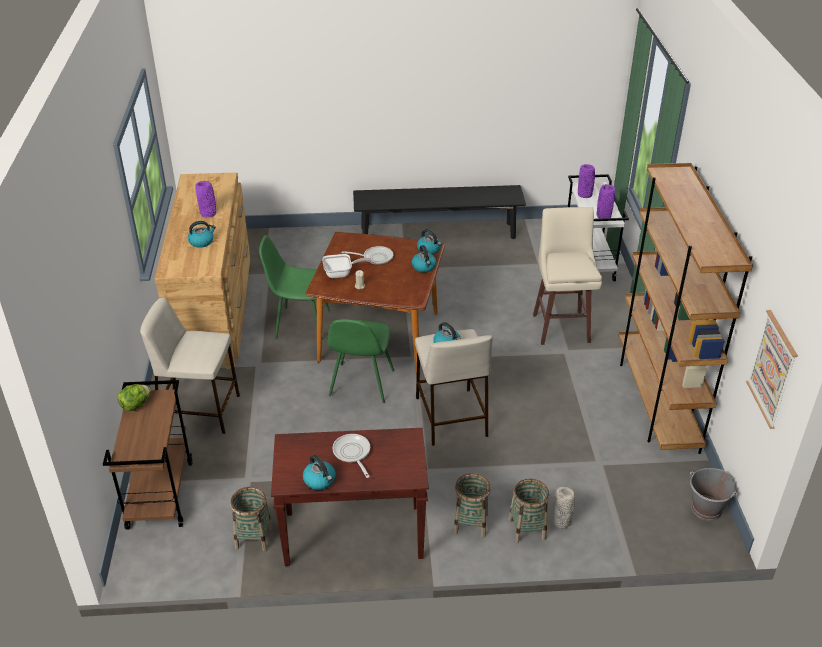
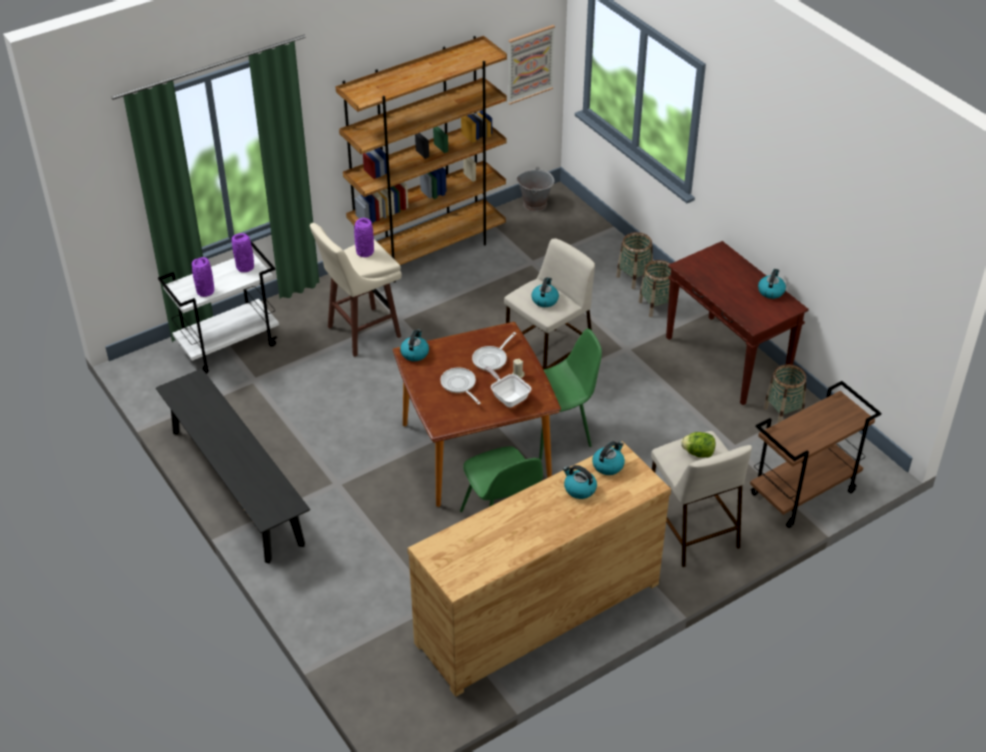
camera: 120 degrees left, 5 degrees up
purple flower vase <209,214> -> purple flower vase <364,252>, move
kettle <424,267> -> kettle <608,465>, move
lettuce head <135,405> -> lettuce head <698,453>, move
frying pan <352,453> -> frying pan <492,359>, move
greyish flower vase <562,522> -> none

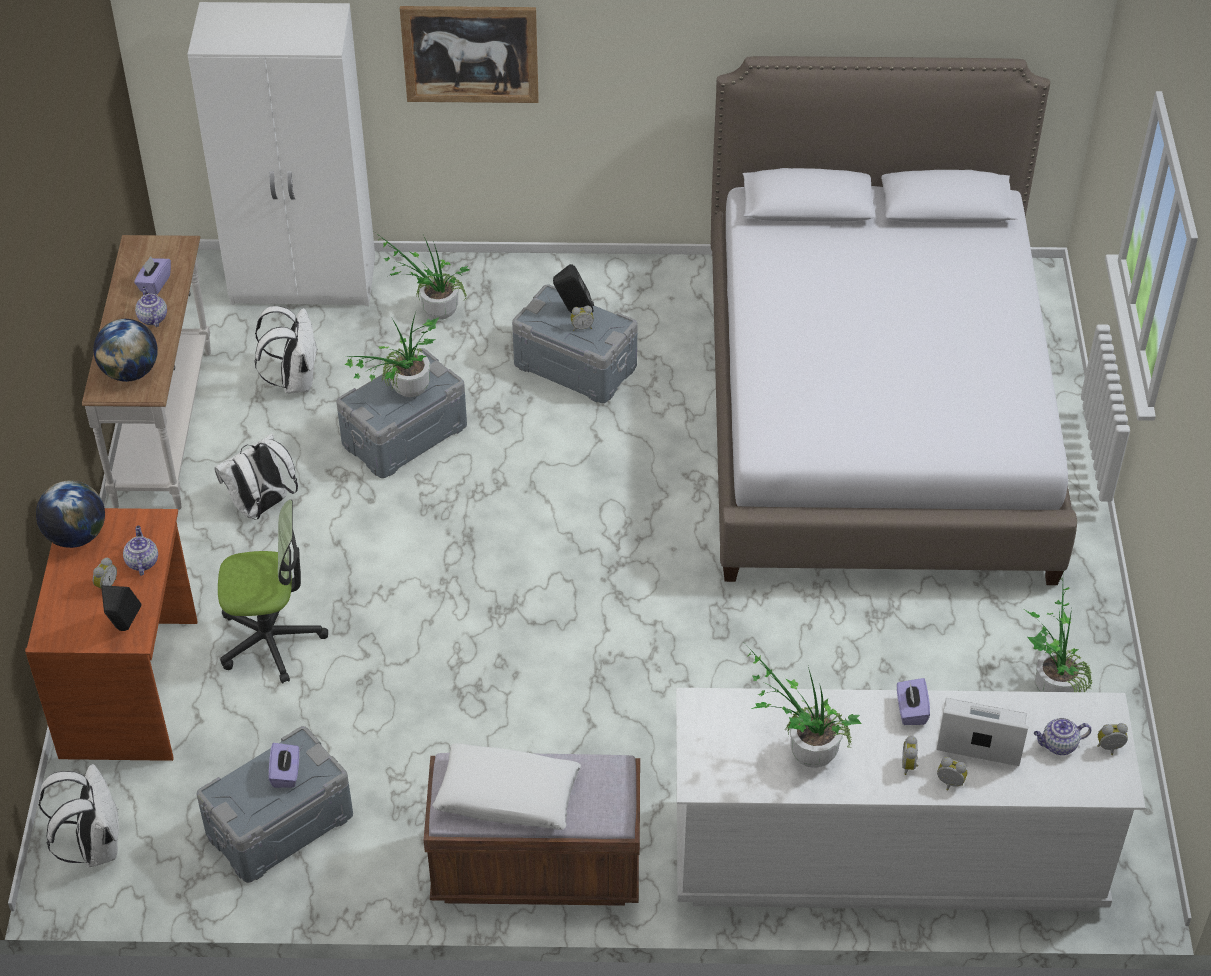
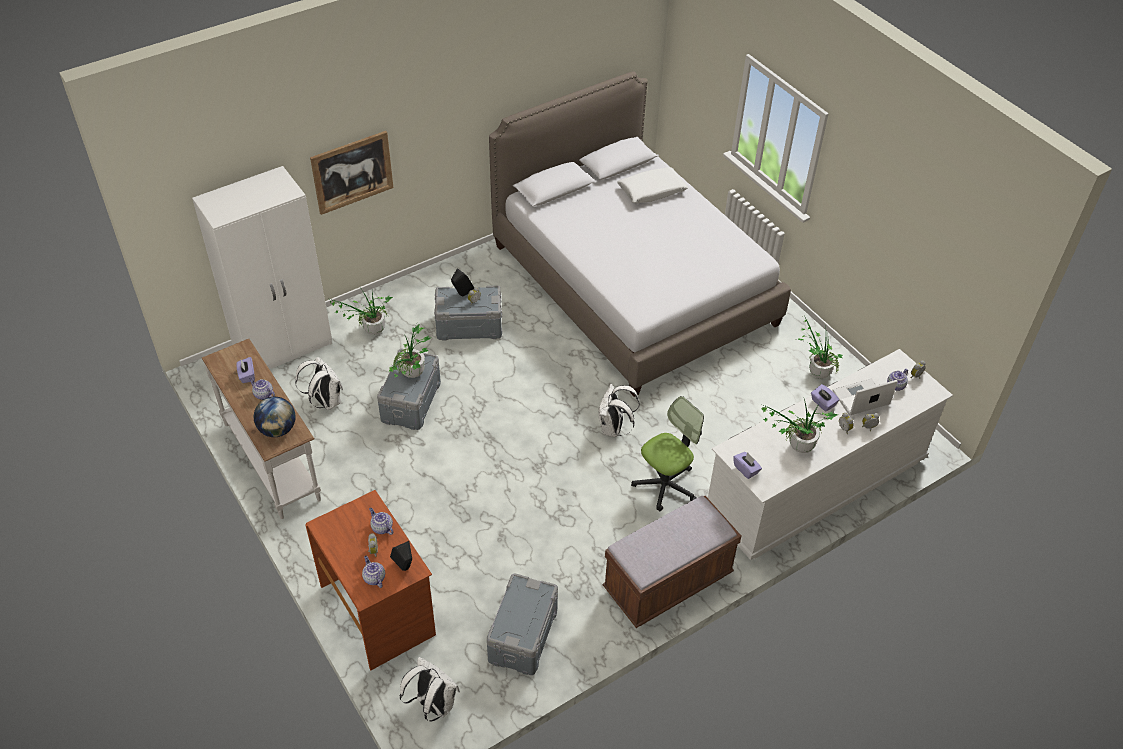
camera: 35 degrees left, 0 degrees up
whitish backpack <262,507> -> whitish backpack <613,429>, move
world globe <76,536> -> none
computer chair <271,639> -> computer chair <665,485>, move
purple tissue holder <286,773> -> purple tissue holder <746,469>, move
whitish pillow <507,796> -> whitish pillow <652,191>, move
none -> tea pot <374,578>

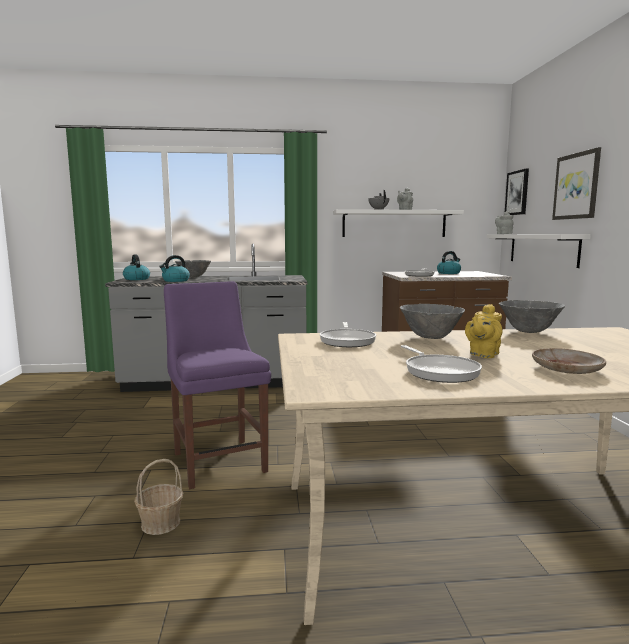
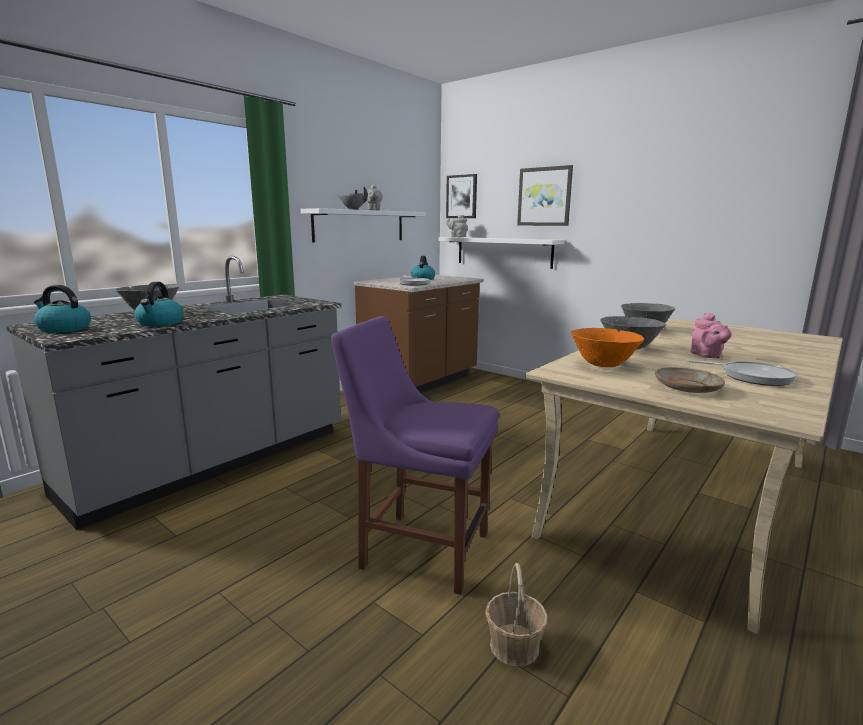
camera: 45 degrees left, 5 degrees up
yellowish tea pot <483,355> -> pink-coloured tea pot <707,356>
frying pan <347,341> -> orange-coloured deep dish <603,366>
beige-coloured dinner plate <567,369> -> beige-coloured dinner plate <687,388>, move

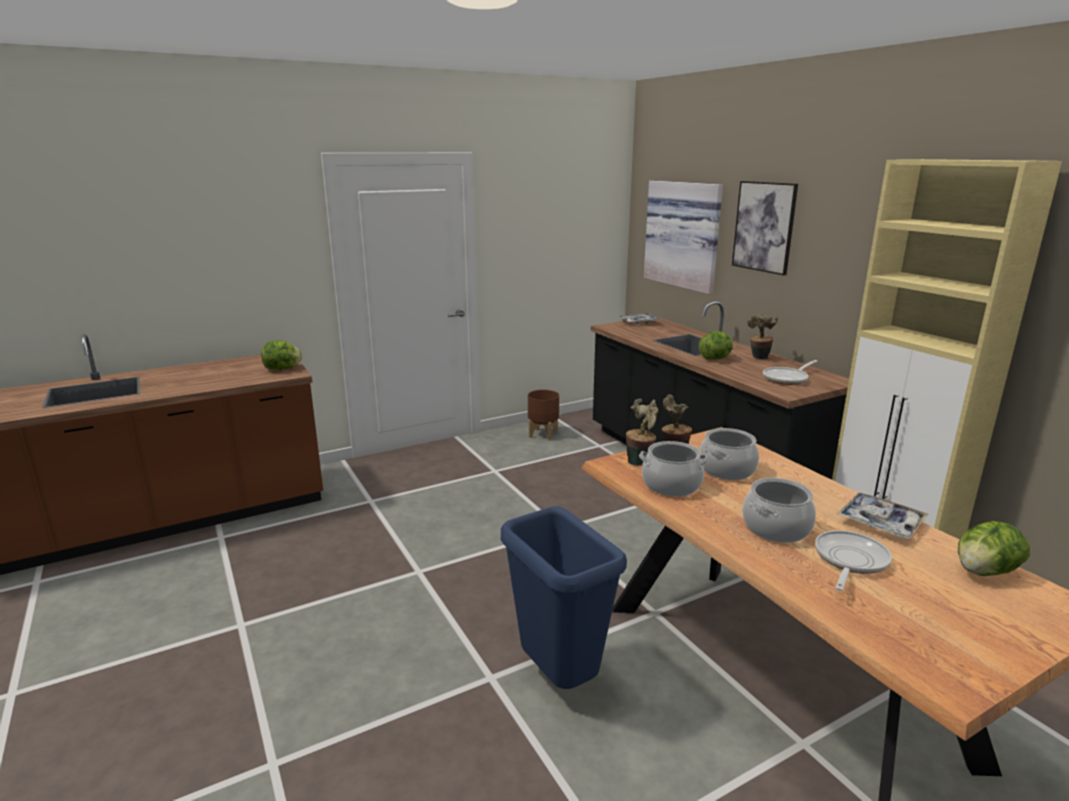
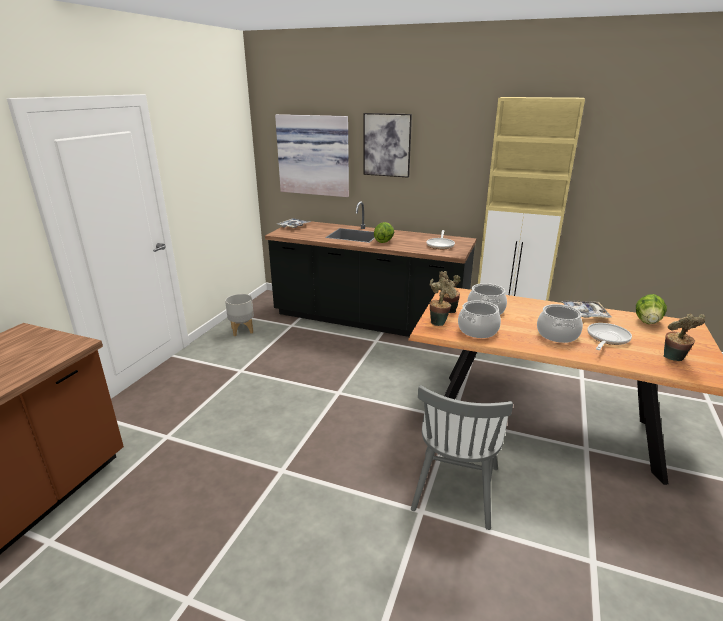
camera: 40 degrees left, 5 degrees up
houseplant <758,358> -> houseplant <674,359>, move
lettuce head <282,369> -> none
brown plant pot <543,434> -> greyish plant pot <242,330>
blue rubbish bin <557,679> -> greyish chair <455,487>
frying pan <849,561> -> frying pan <606,339>, 45 degrees clockwise

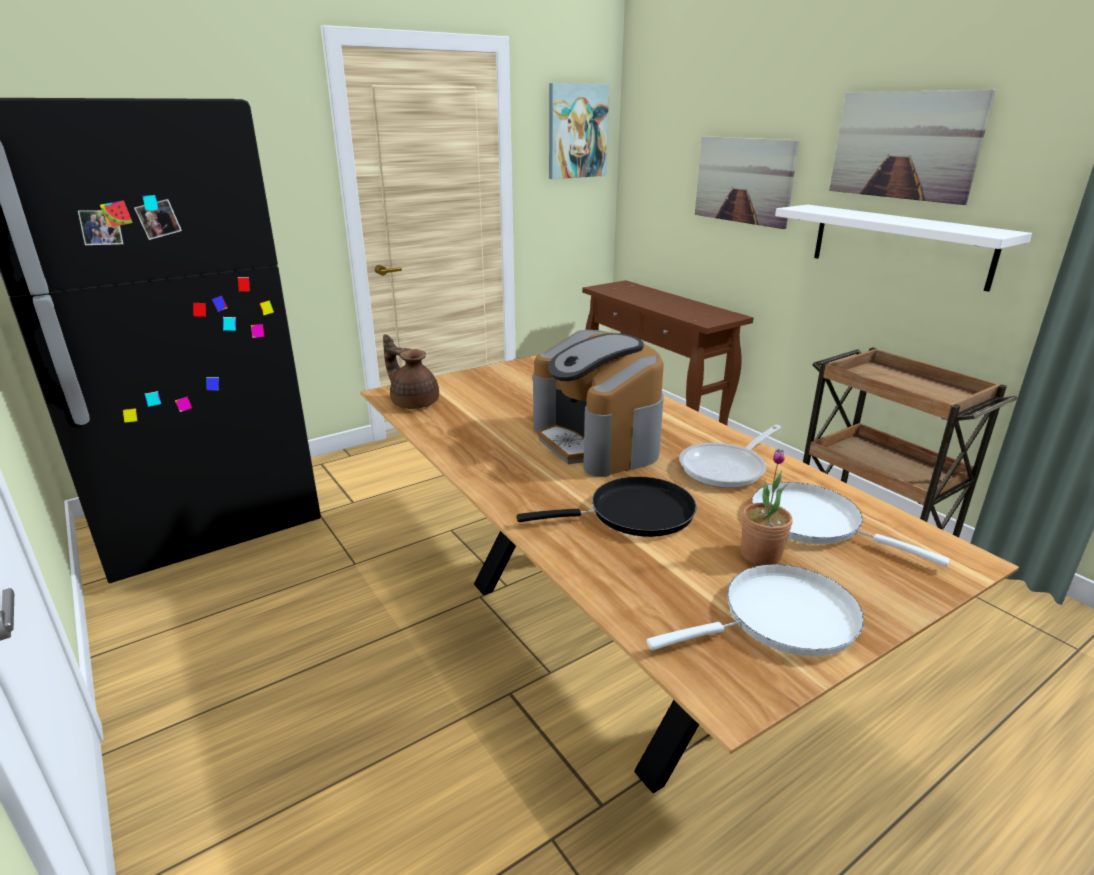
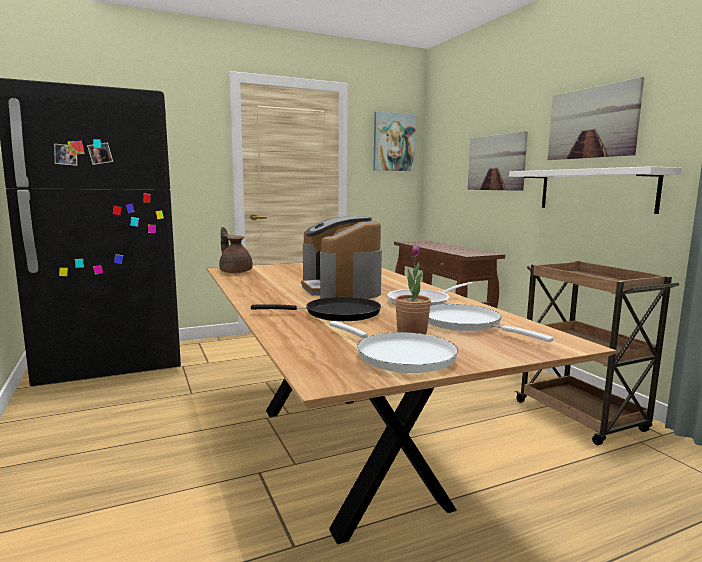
camera: 10 degrees right, 15 degrees down
whitish frying pan <781,619> -> whitish frying pan <399,356>, 60 degrees clockwise

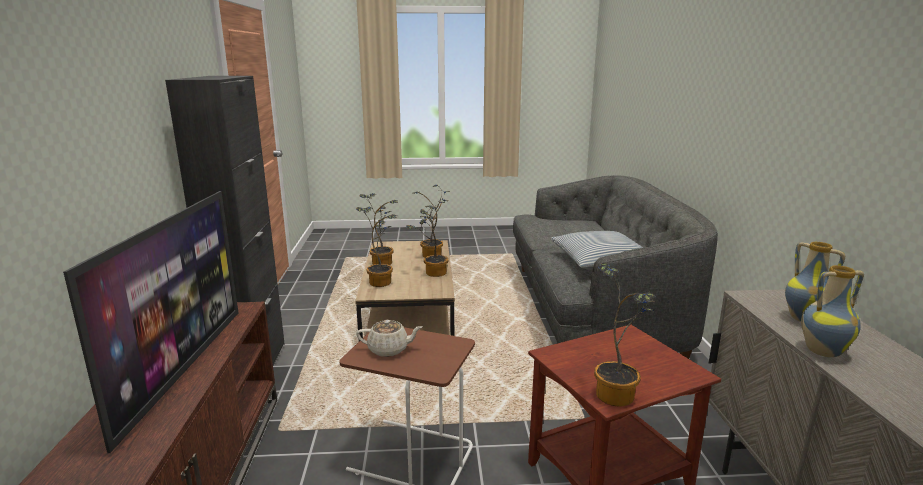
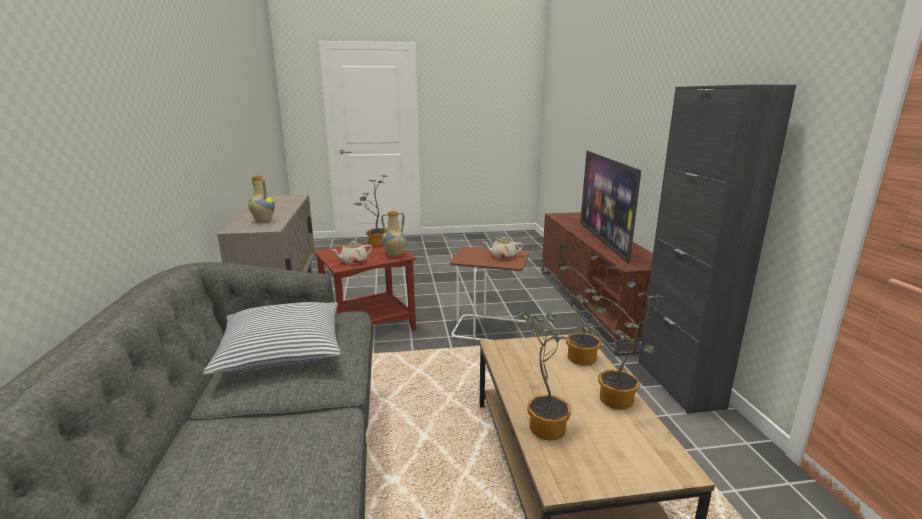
camera: 175 degrees right, 0 degrees up
houseplant <432,273> -> none
flower vase <822,351> -> flower vase <394,255>, move
none -> beige-coloured tea pot <353,261>

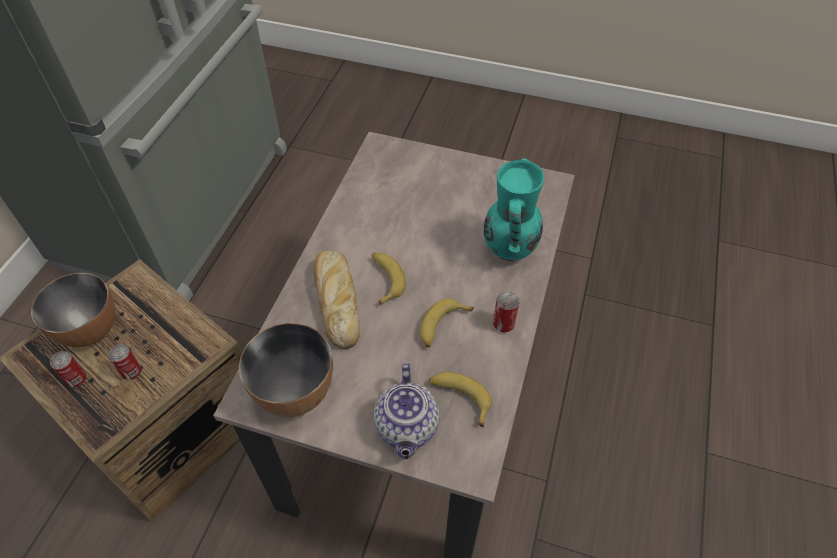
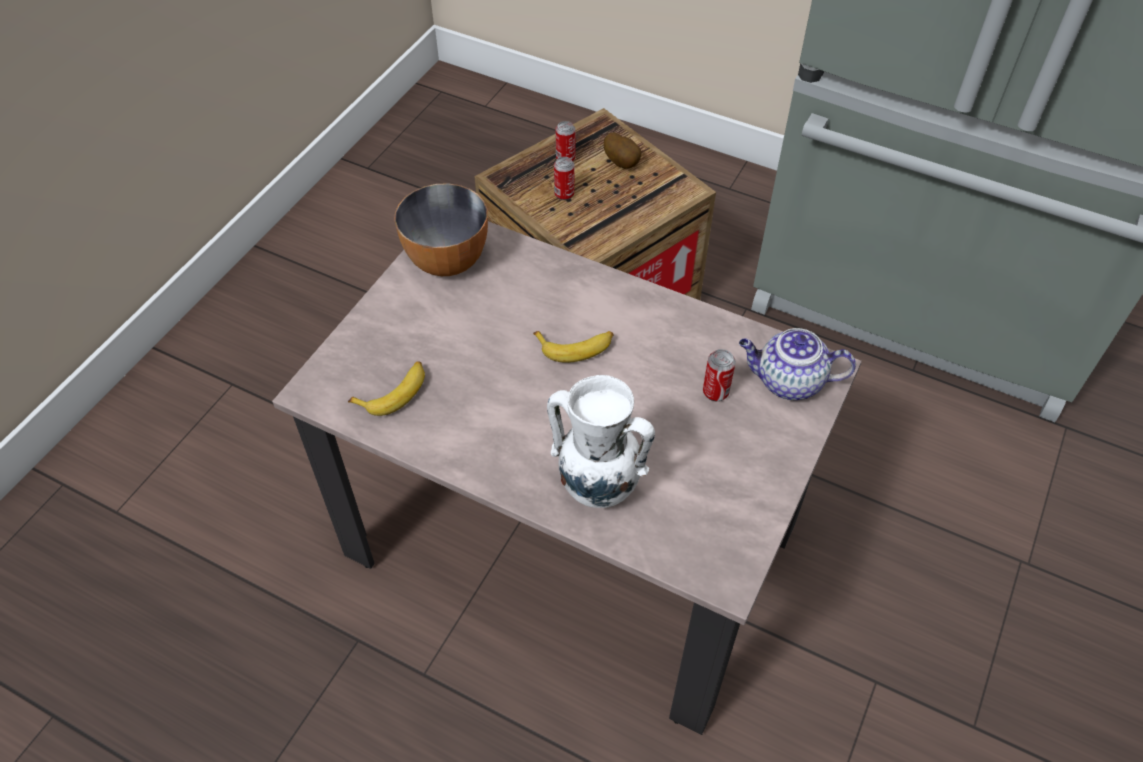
camera: 100 degrees right, 0 degrees up
blue-green flower vase <508,250> -> whitish flower vase <597,487>
bakery bread <336,300> -> none
deep dish <90,330> -> potato <622,163>
metal can <503,324> -> metal can <715,392>, move
banana fruit <442,326> -> none
tea pot <407,428> -> tea pot <788,382>, move

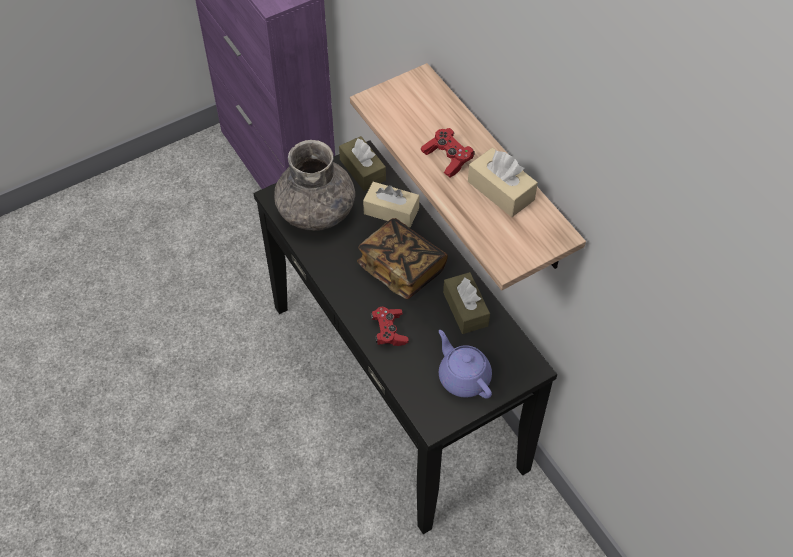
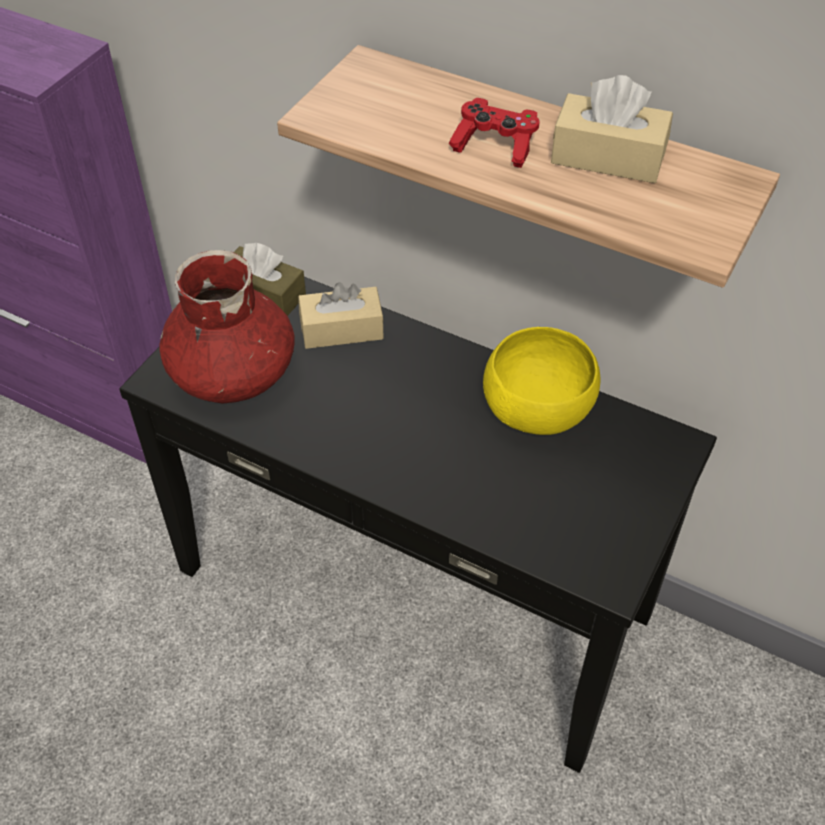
camera: 30 degrees left, 5 degrees down
greyish flower vase <316,210> -> red flower vase <233,372>
bound book <401,268> -> none
brown tissue holder <465,309> -> yellowish deep dish <536,409>
red gamepad <389,331> -> none
purple tea pot <463,377> -> none

